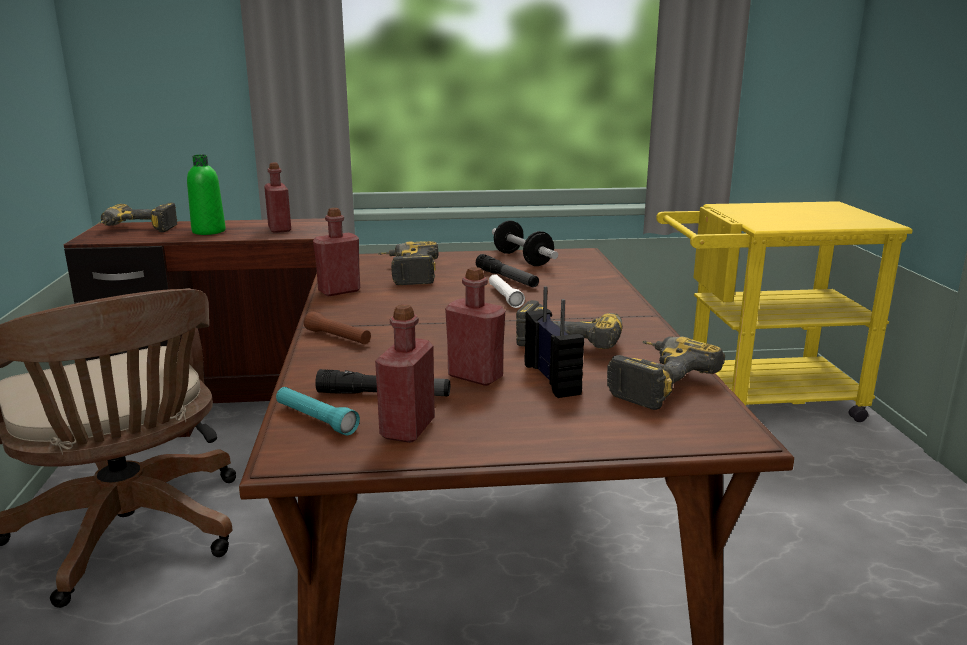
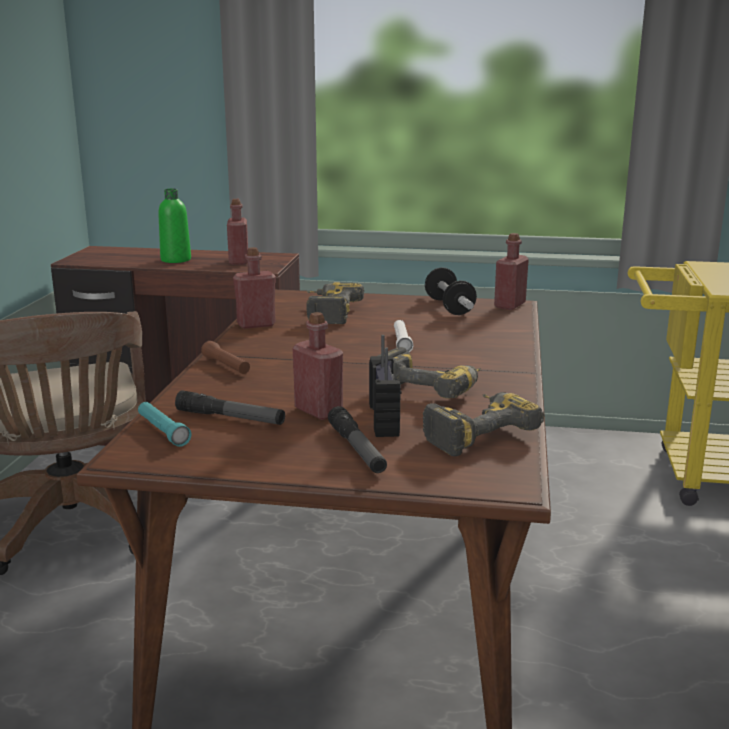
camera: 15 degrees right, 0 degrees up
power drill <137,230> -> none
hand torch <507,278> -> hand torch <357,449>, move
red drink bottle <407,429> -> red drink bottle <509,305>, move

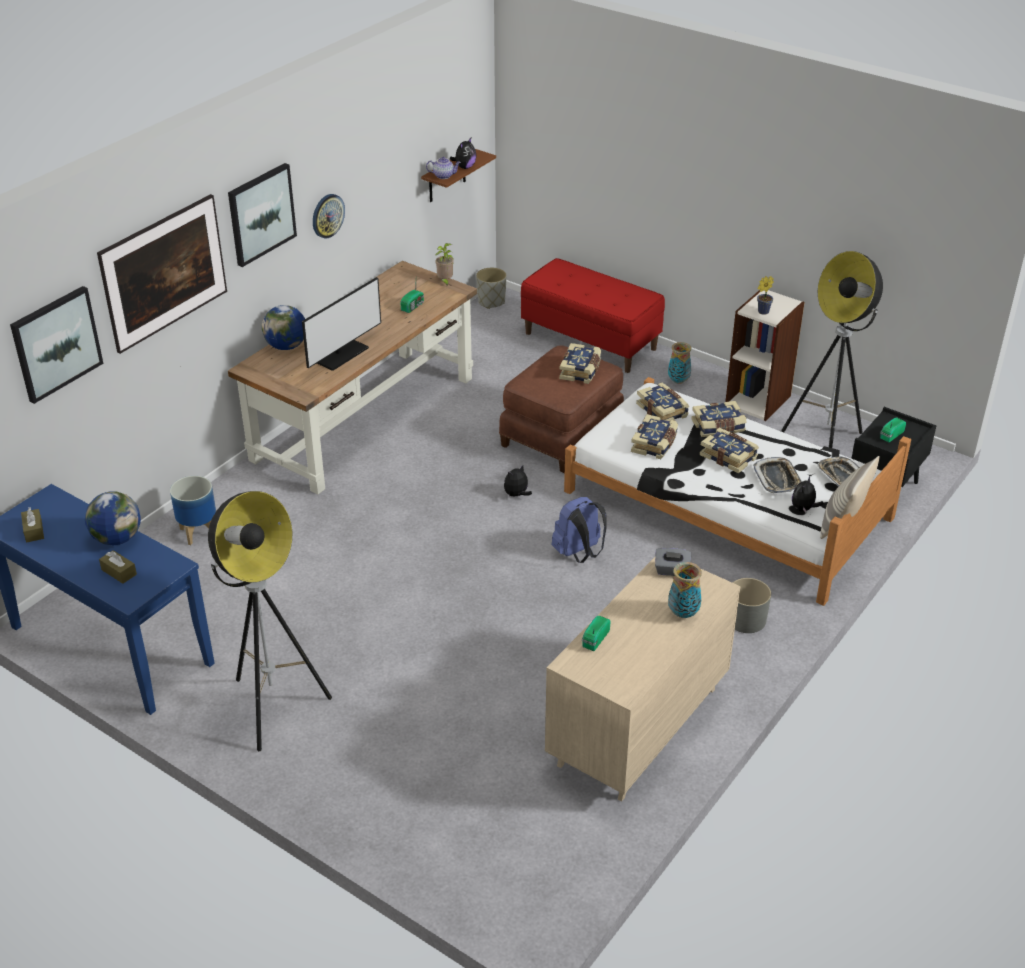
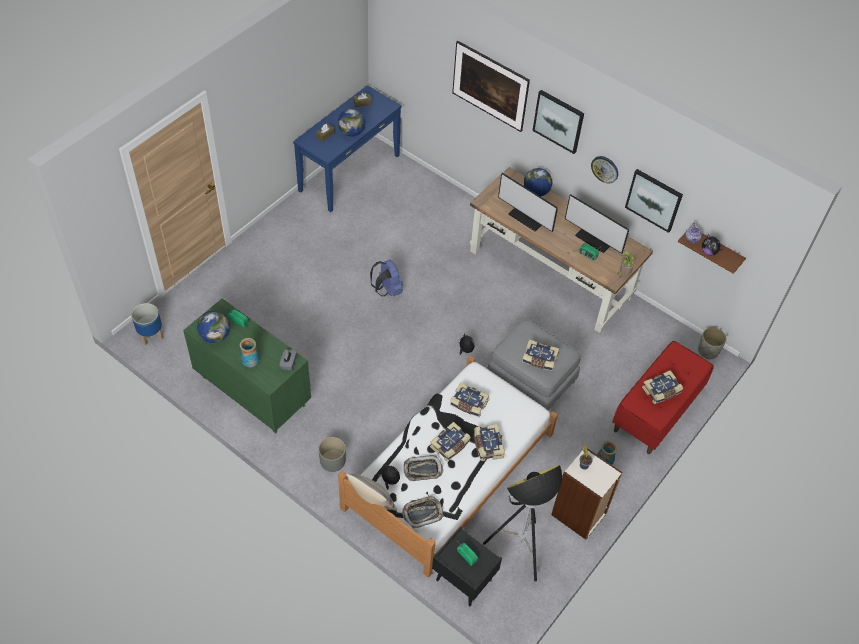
camera: 90 degrees right, 15 degrees up
picture <56,343> -> picture <654,200>, move
brown ottoman <562,436> -> greyish ottoman <530,381>
bound book <663,410> -> bound book <661,391>, move
plant pot <199,532> -> plant pot <151,335>, move
floor lamp <273,707> -> none
blue backpack <579,554> -> blue backpack <387,290>, move
beige-coloured drawer chest <637,728> -> greenish drawer chest <252,391>
none -> monitor <593,240>
none -> world globe <215,336>

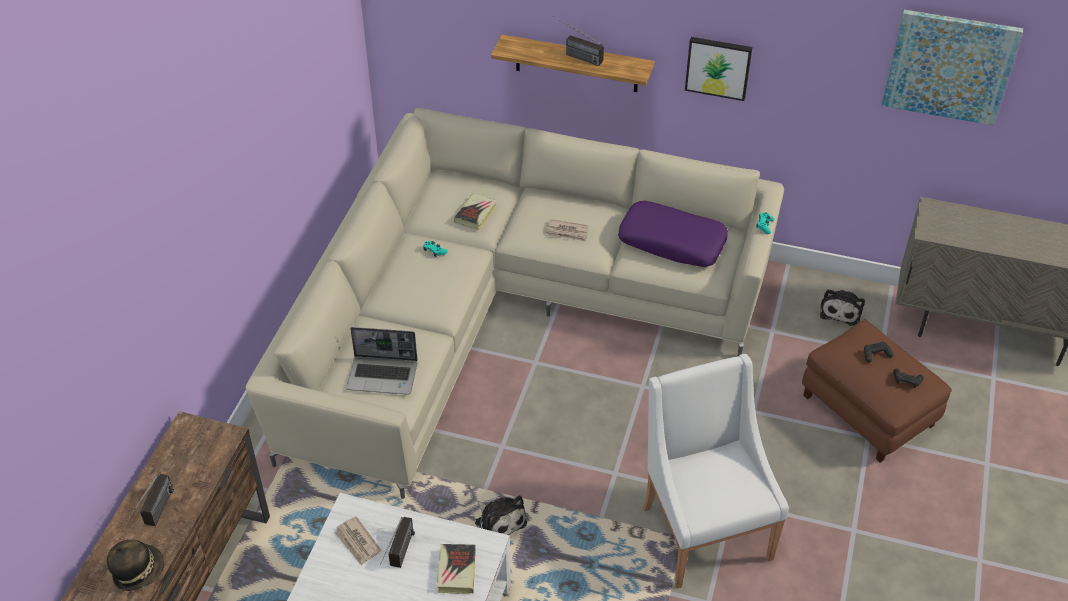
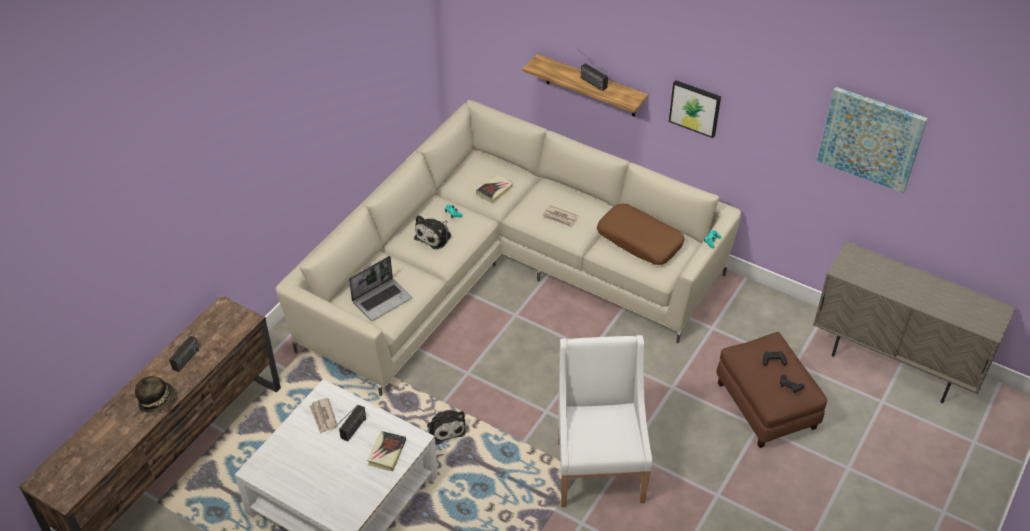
camera: 15 degrees right, 0 degrees up
purple pillow <672,242> -> brown pillow <640,240>
cuddly toy <841,310> -> cuddly toy <434,236>, move
laptop <383,375> -> laptop <382,299>, 60 degrees counterclockwise

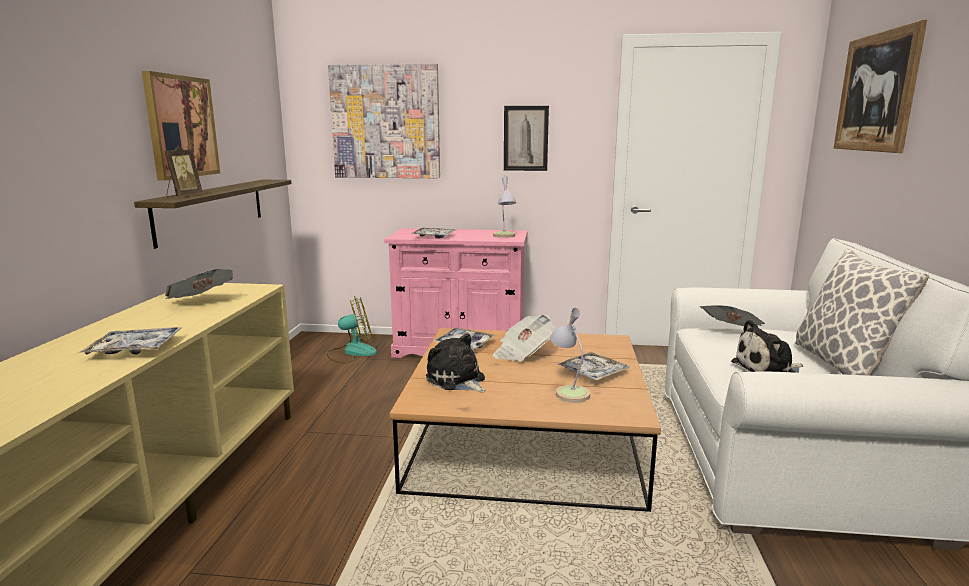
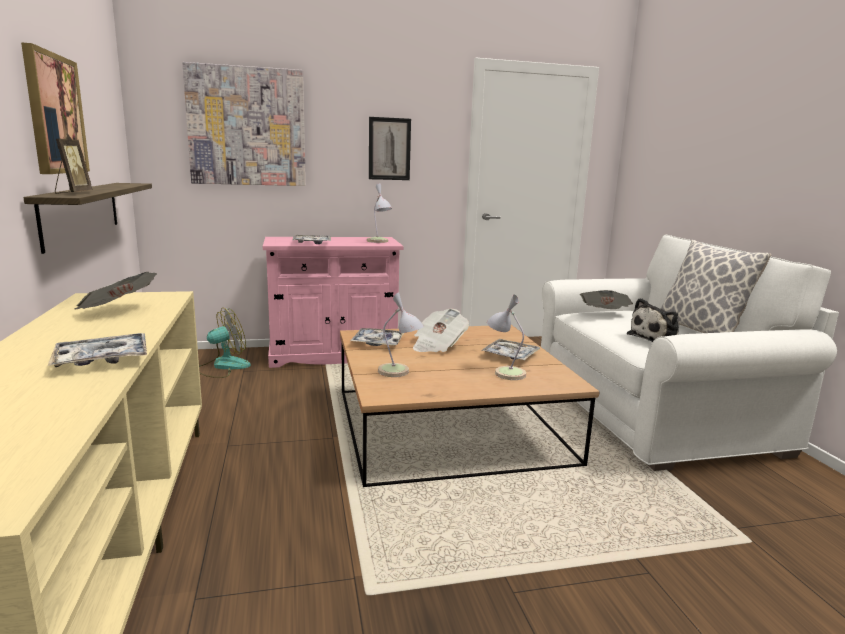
camera: 20 degrees left, 0 degrees up
picture <876,92> -> none
cuddly toy <457,380> -> table lamp <399,372>

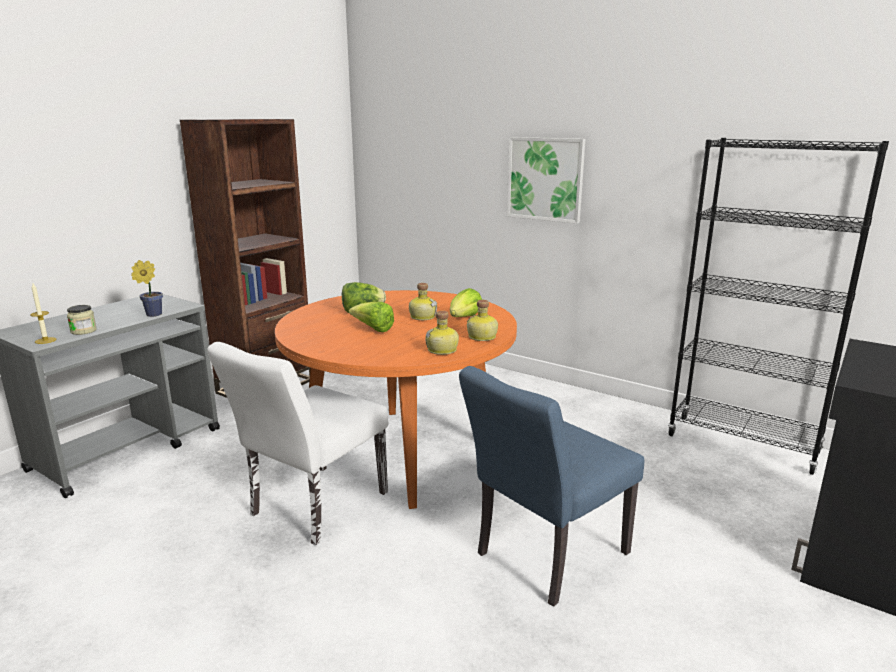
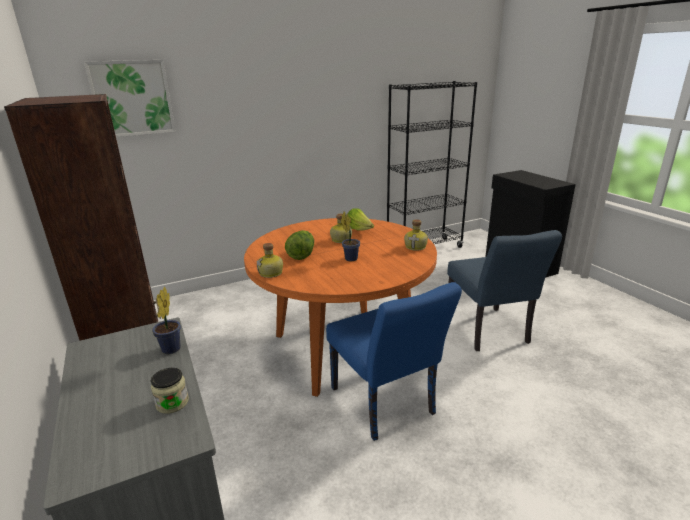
camera: 60 degrees left, 5 degrees up
picture <545,179> -> picture <132,98>, move
wax candle <45,340> -> none
drink bottle <482,337> -> drink bottle <271,273>, move
lettuce head <373,329> -> houseplant <350,258>
whitish chair <311,508> -> blue chair <386,406>

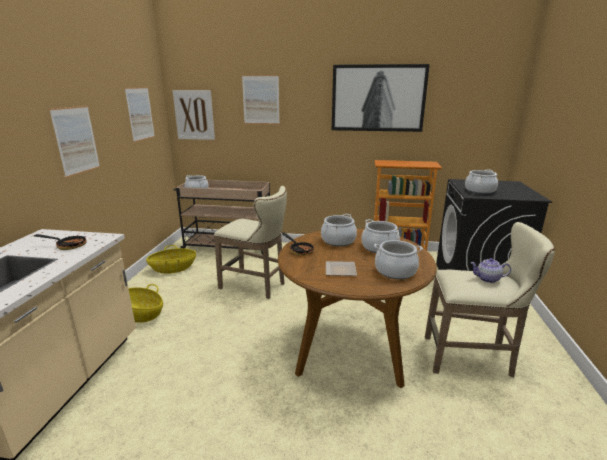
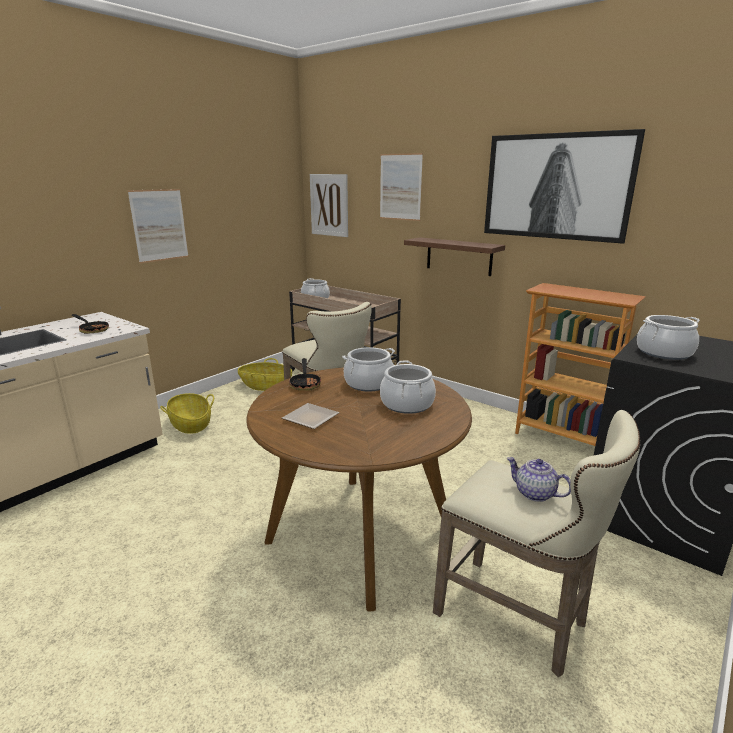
camera: 30 degrees right, 0 degrees up
picture <140,114> -> none
stockpot <395,271> -> none
none -> brown bracket shelf <459,256>

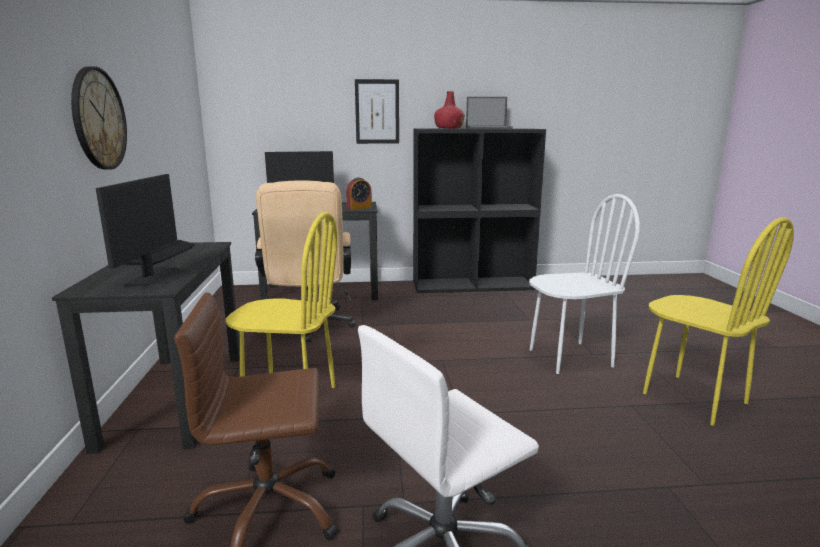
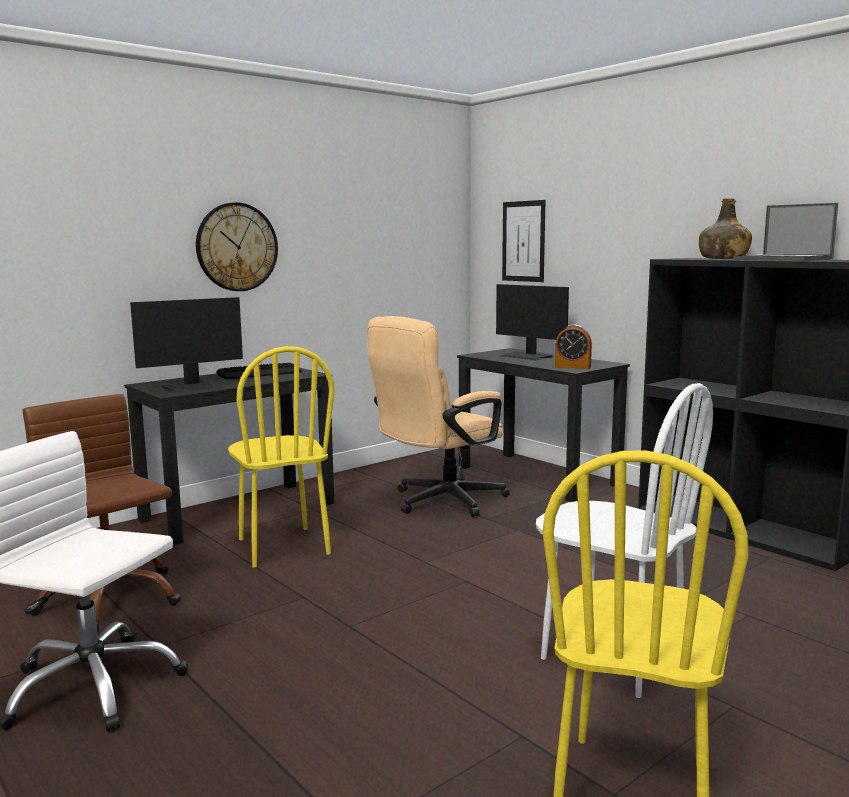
camera: 55 degrees right, 5 degrees down
picture <377,112> -> picture <523,241>, move
red drink bottle <449,128> -> greenish drink bottle <723,258>

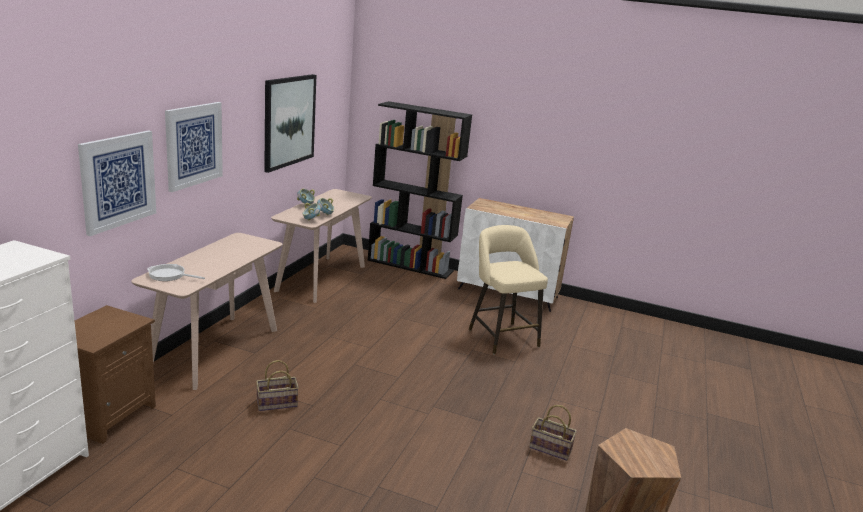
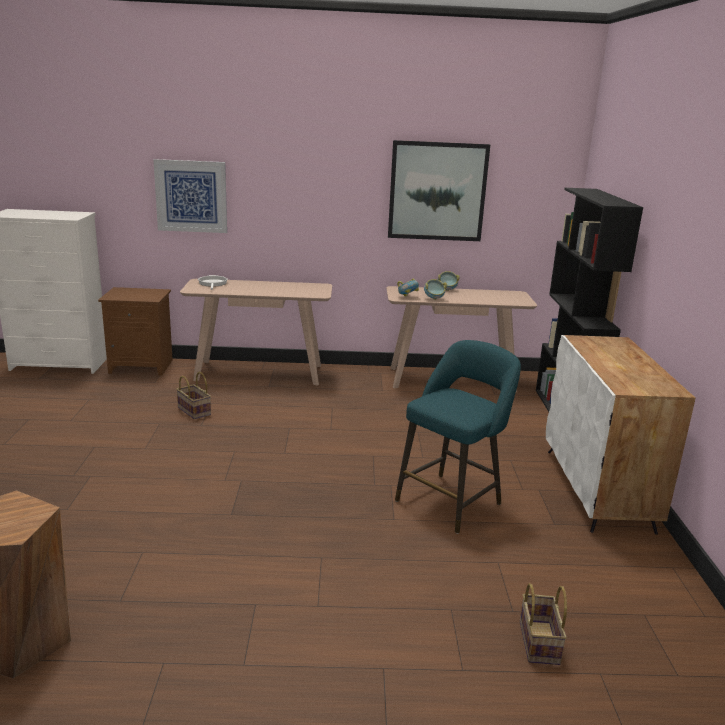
camera: 70 degrees right, 0 degrees up
picture <194,145> -> none
beige-coloured stool seat <501,336> -> blue-green stool seat <452,500>
storage basket <549,448> -> storage basket <537,641>, move

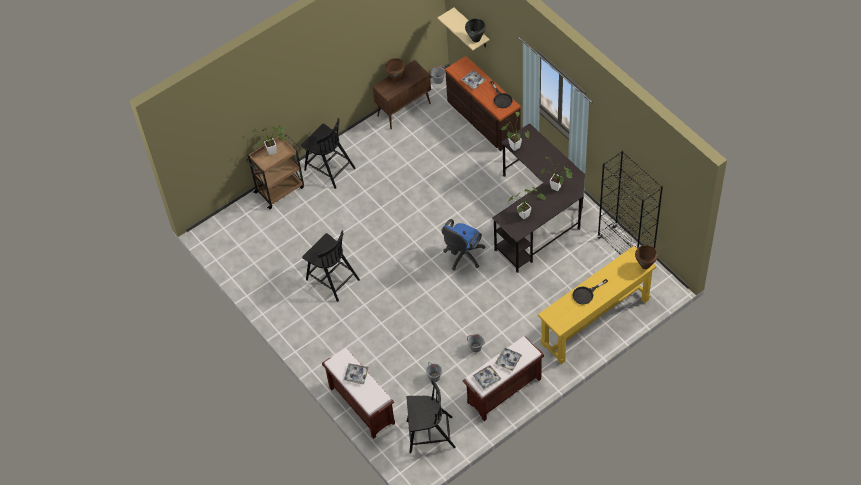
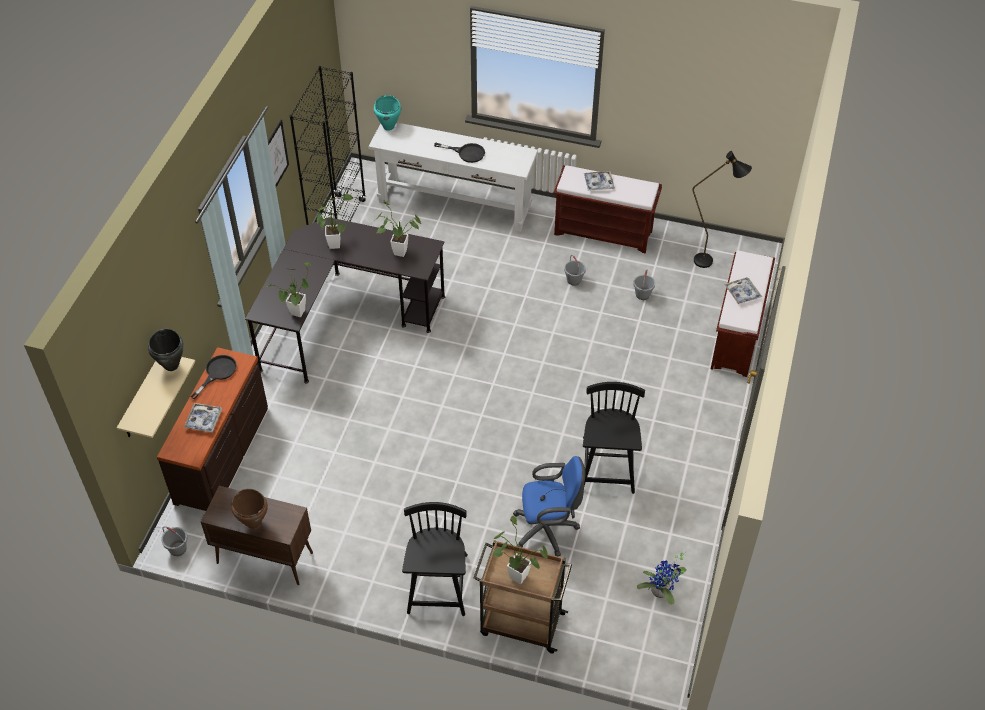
camera: 130 degrees left, 5 degrees down
blue computer chair <462,256> -> blue computer chair <548,529>, move
brown stockpot <645,265> -> blue-green stockpot <389,126>
yellowish hall table <595,322> -> whitish hall table <454,204>
tray <487,378> -> none
black chair <429,434> -> black floor lamp <710,262>
none -> picture <276,155>
none -> houseplant <661,592>

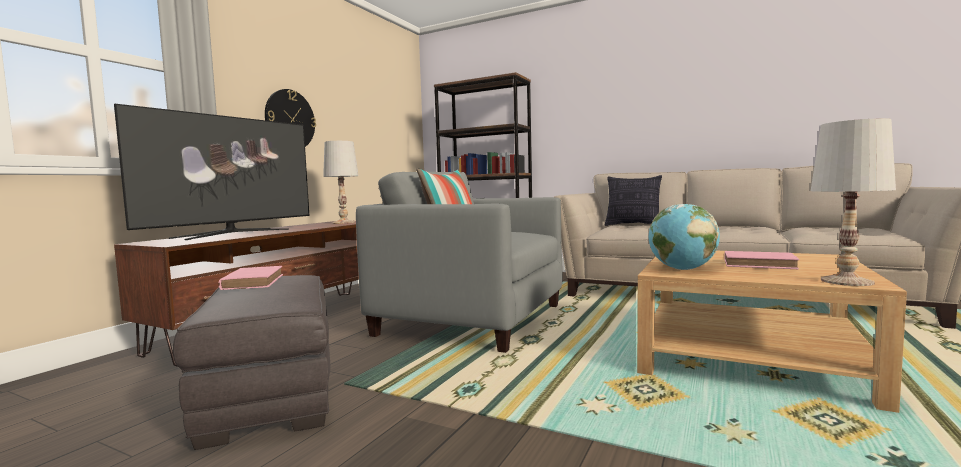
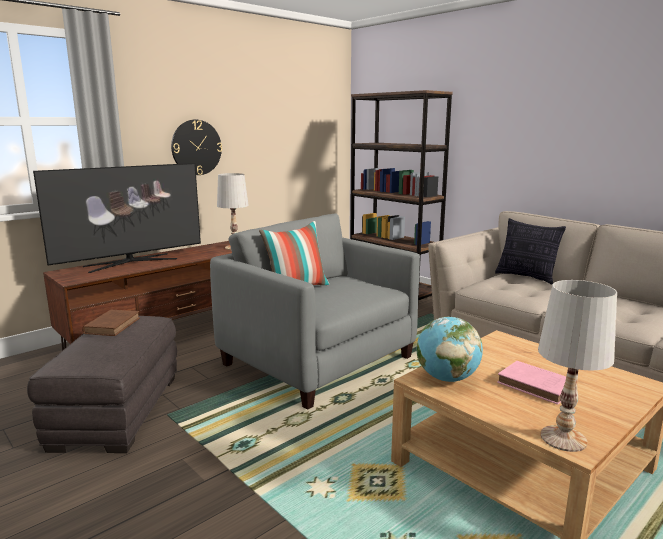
camera: 20 degrees right, 10 degrees up
pink-coloured bound book <254,282> -> brown bound book <113,325>

